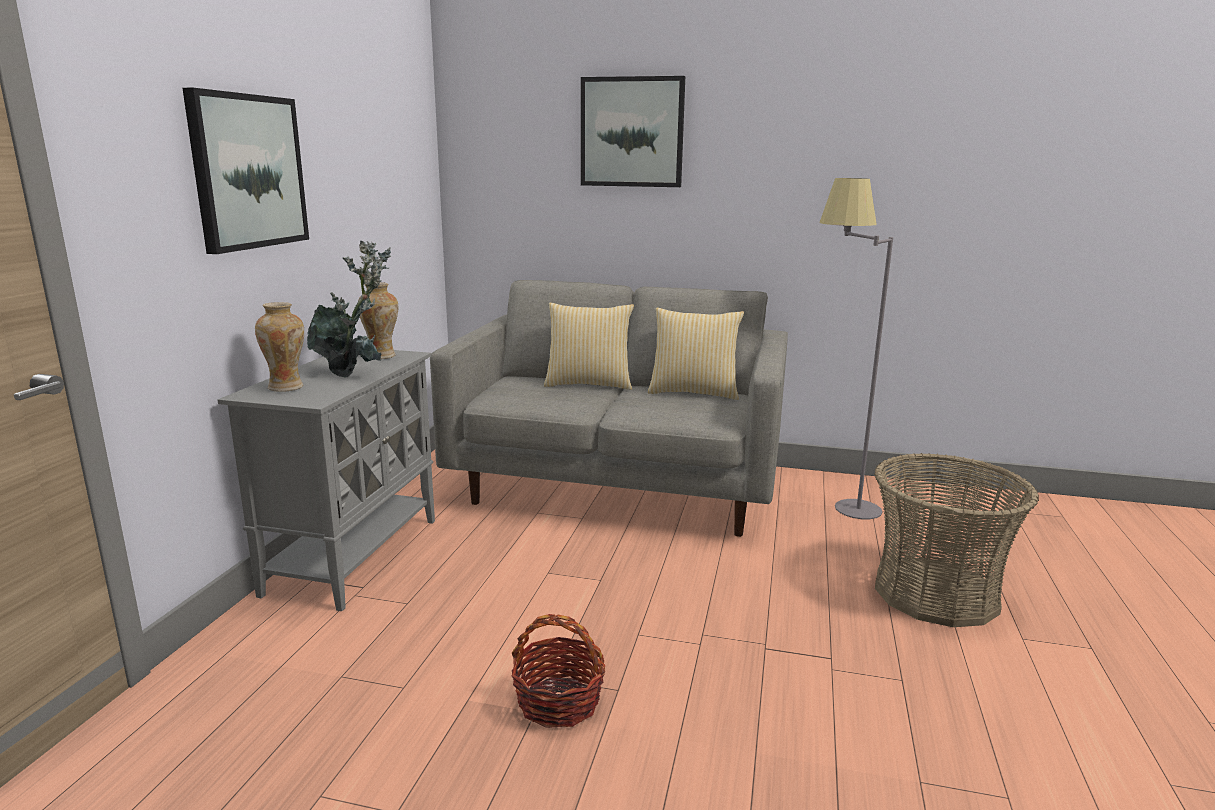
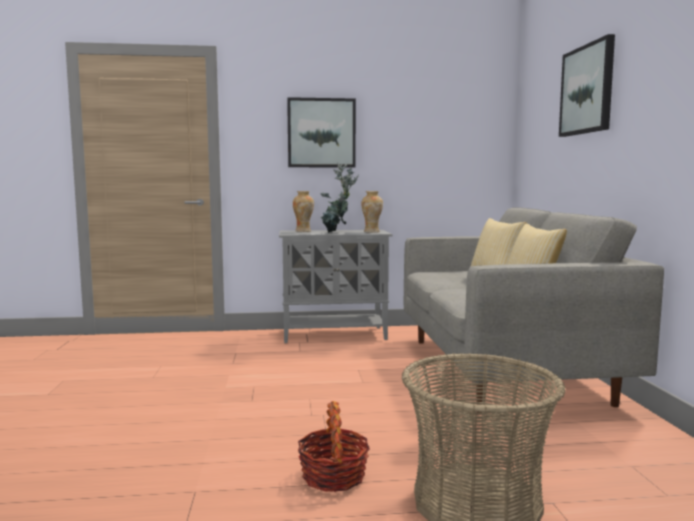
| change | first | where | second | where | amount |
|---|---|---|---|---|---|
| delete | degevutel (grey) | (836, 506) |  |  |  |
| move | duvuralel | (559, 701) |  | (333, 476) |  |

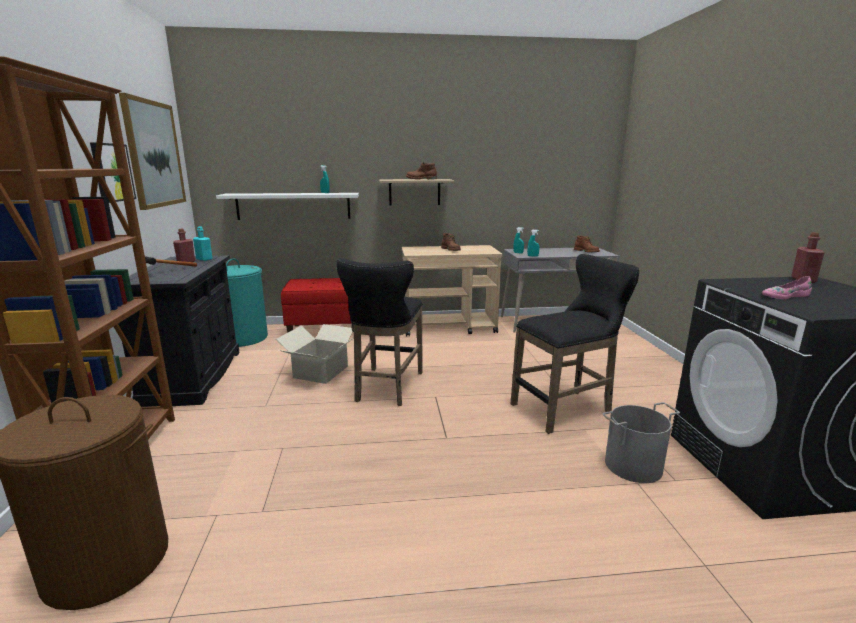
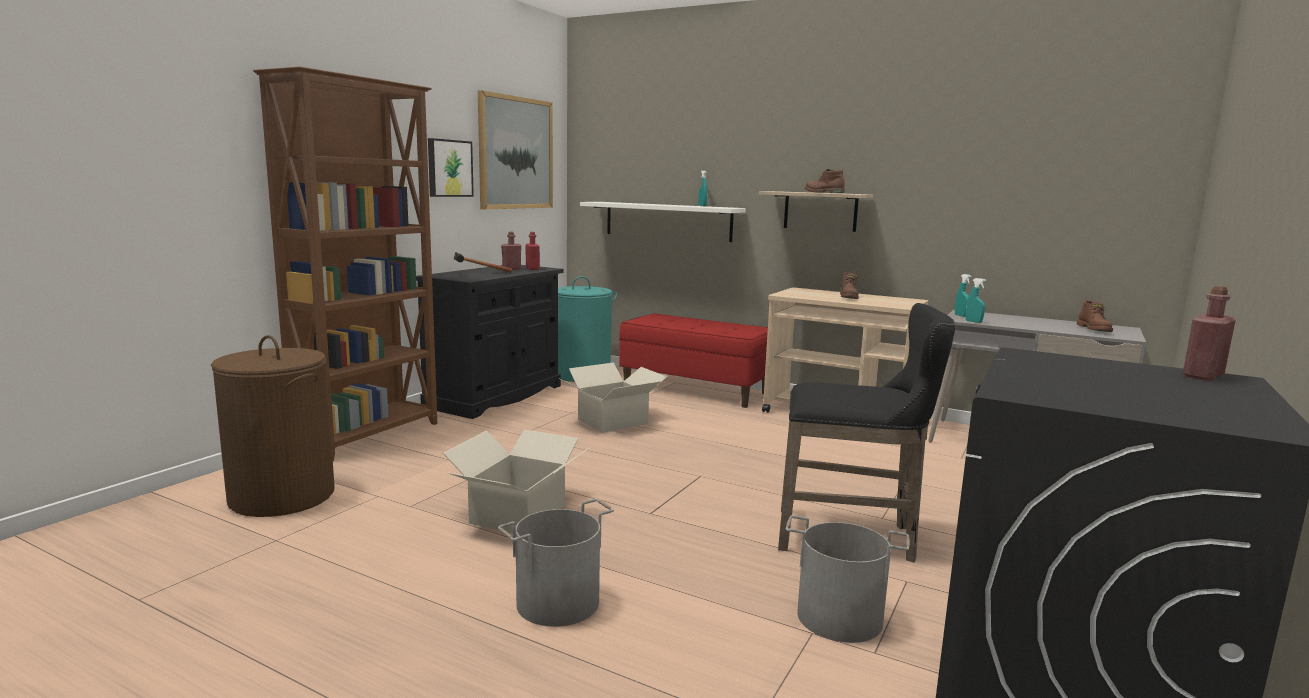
| change | first | where | second | where | amount |
|---|---|---|---|---|---|
| recolor | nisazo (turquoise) | (204, 259) | nisazo (red) | (532, 269) |  |
| delete | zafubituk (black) | (386, 388) |  |  |  |
| delete | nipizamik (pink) | (784, 296) |  |  |  |
| insert |  |  | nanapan | (519, 514) |  |
| insert |  |  | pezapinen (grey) | (557, 602) |  |

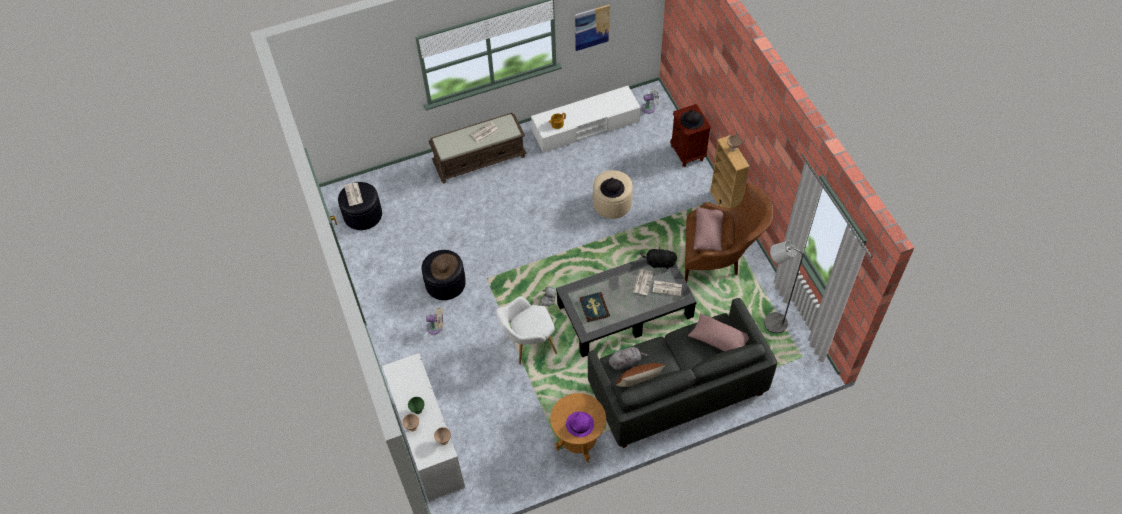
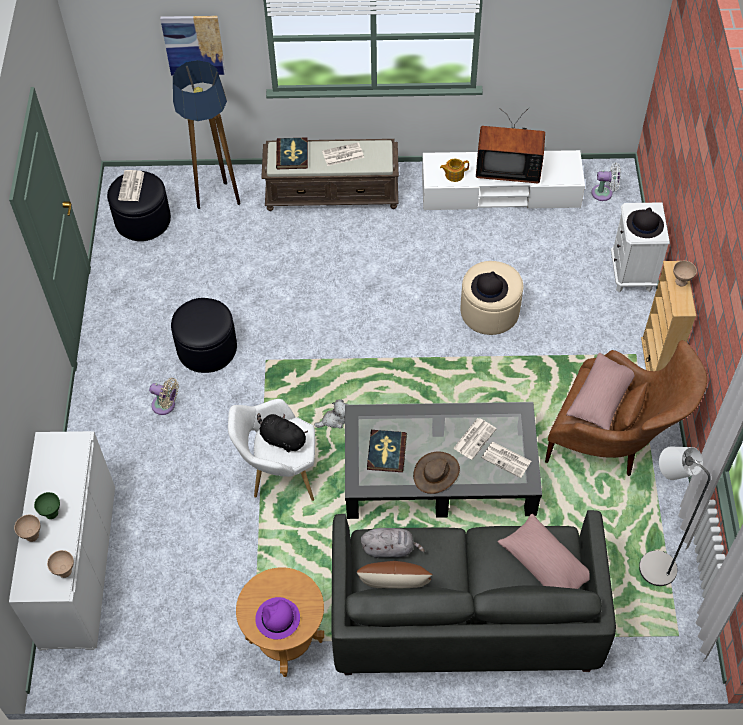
| change | first | where | second | where | amount |
|---|---|---|---|---|---|
| move | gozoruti | (592, 27) |  | (193, 45) |  |
| recolor | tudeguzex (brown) | (687, 153) | tudeguzex (white) | (631, 273) |  |
| move | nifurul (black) | (659, 263) |  | (281, 439) |  |
| move | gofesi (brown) | (444, 267) |  | (436, 473) |  |
| insert |  |  | degevutel | (217, 200) |  |
| insert |  |  | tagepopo | (507, 167) |  |
| insert |  |  | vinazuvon | (292, 155) |  |

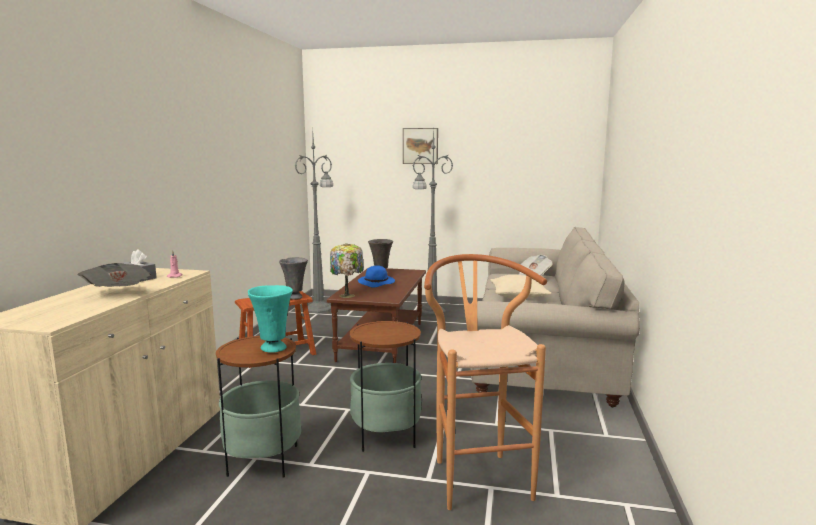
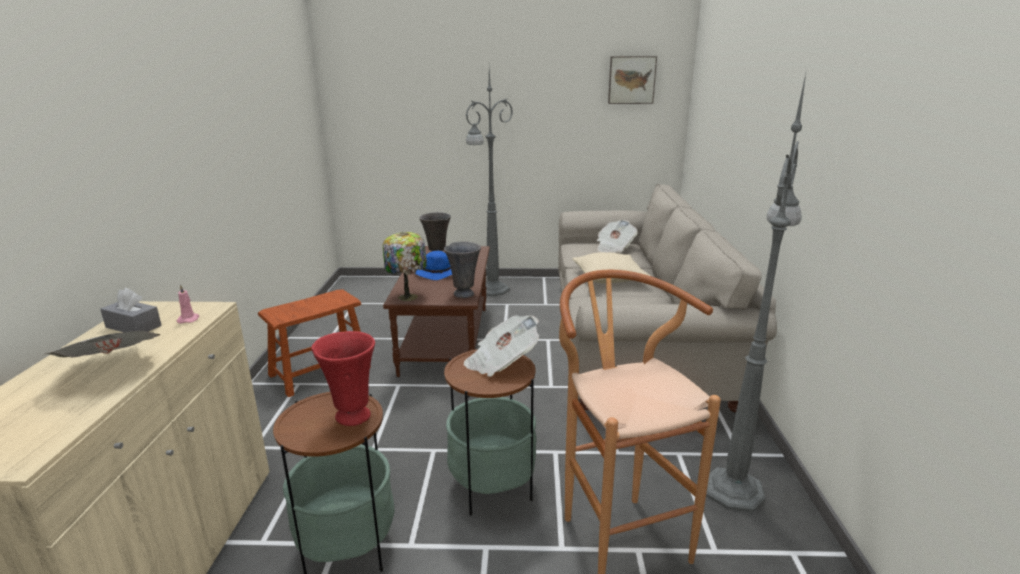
| change | first | where | second | where | amount |
|---|---|---|---|---|---|
| move | gozoruti | (420, 146) |  | (631, 80) |  |
| move | degevutel (grey) | (320, 308) |  | (734, 488) |  |
| move | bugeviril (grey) | (295, 297) |  | (464, 294) |  |
| recolor | bugeviril (turquoise) | (273, 348) | bugeviril (red) | (352, 416) |  |
| insert |  |  | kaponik | (501, 362) |  |

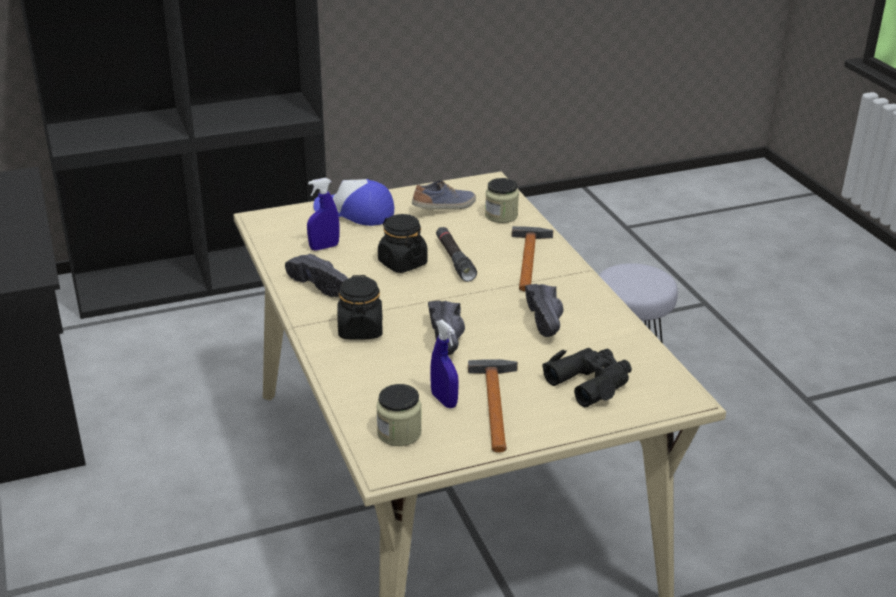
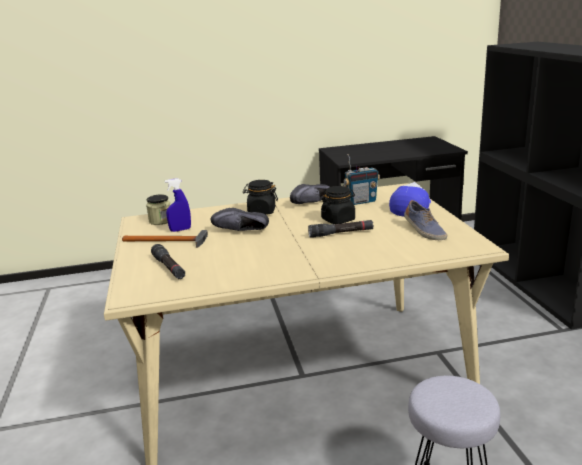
| change | first | where | second | where | amount |
|---|---|---|---|---|---|
| replace | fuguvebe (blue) | (324, 247) | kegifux | (361, 201) |  |
| delete | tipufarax | (501, 216) |  |  |  |
| delete | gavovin | (529, 258) |  |  |  |
| delete | nipizamik (black) | (549, 321) |  |  |  |
| replace | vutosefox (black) | (590, 382) | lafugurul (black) | (169, 267) |  |

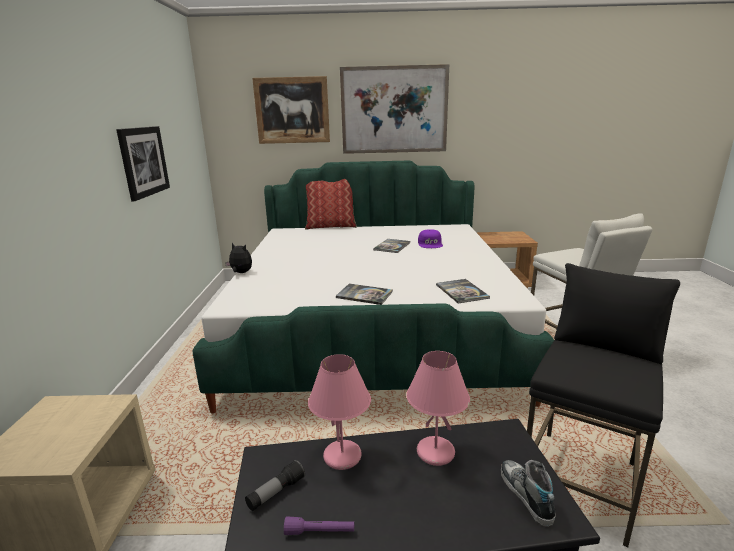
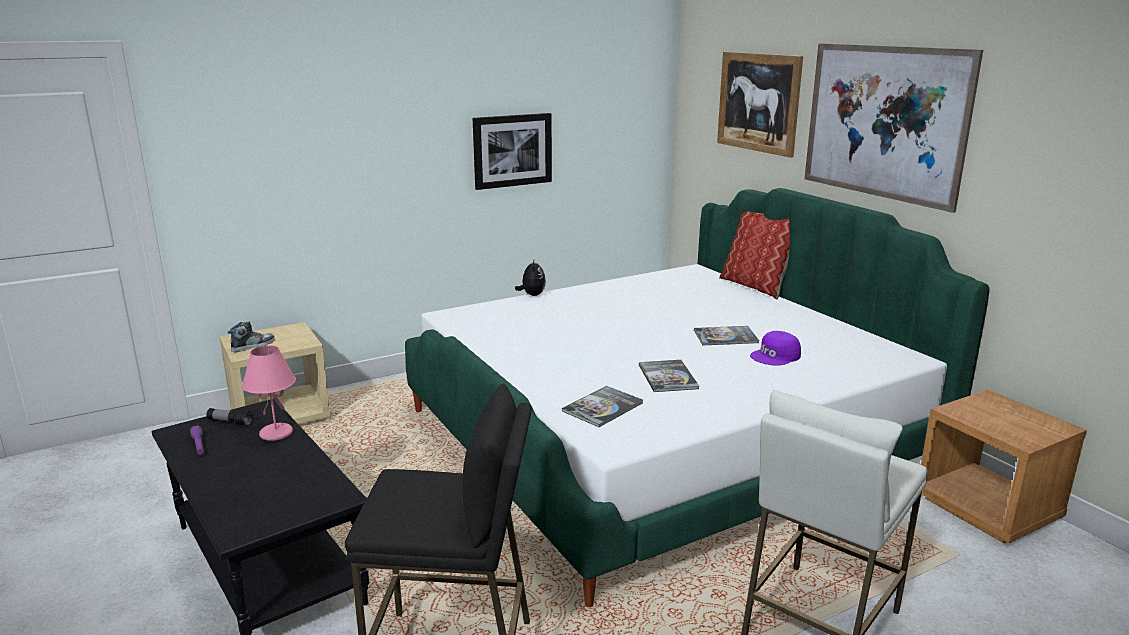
| change | first | where | second | where | amount |
|---|---|---|---|---|---|
| move | vinazuvon | (364, 295) |  | (668, 377) |  |
| delete | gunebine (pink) | (434, 453) |  |  |  |
| move | nipizamik | (525, 495) |  | (253, 346) |  |

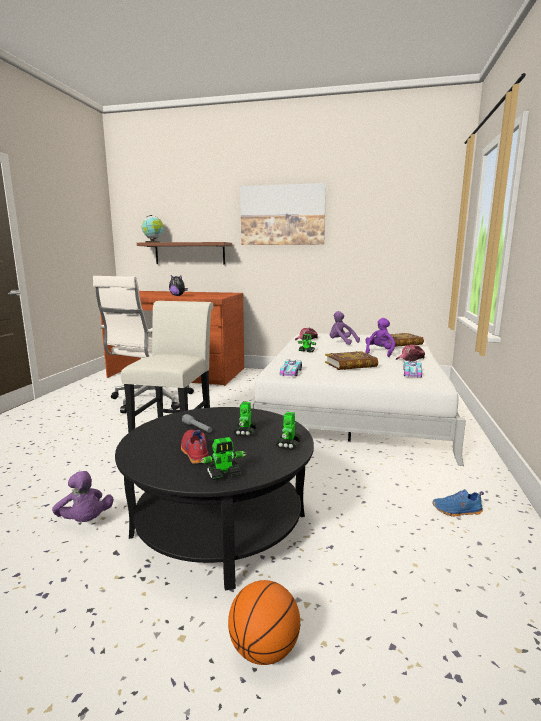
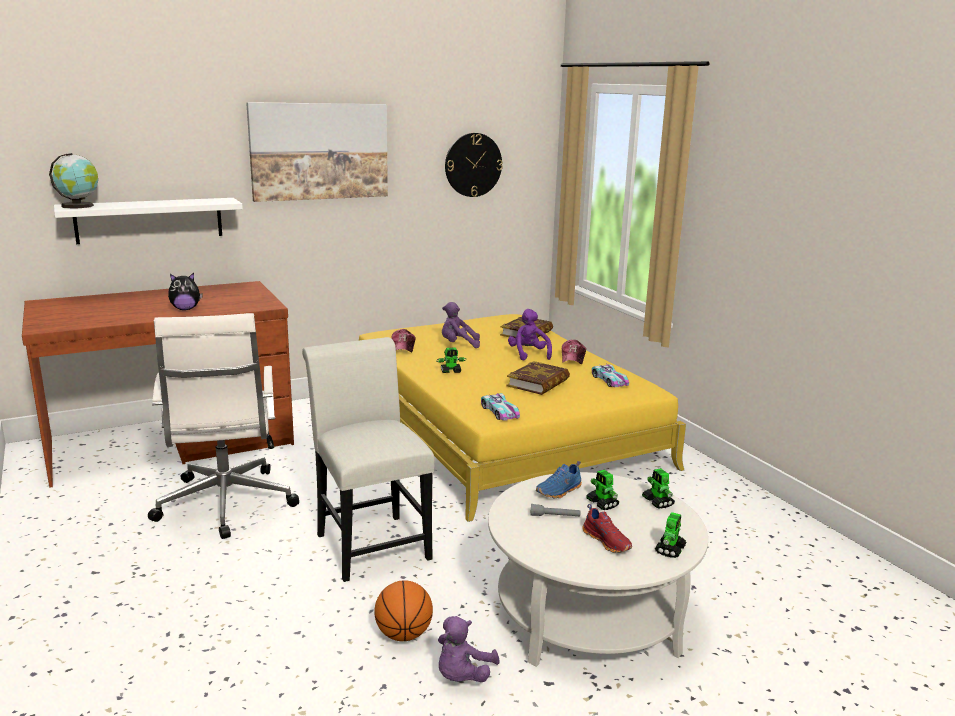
| change | first | where | second | where | amount |
|---|---|---|---|---|---|
| recolor | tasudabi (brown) | (189, 253) | tasudabi (white) | (149, 220) |  |
| recolor | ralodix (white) | (352, 405) | ralodix (yellow) | (500, 429) |  |
| recolor | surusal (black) | (220, 524) | surusal (white) | (589, 613) |  |
| rotate | nipizamik (red) | (194, 452) |  | (607, 541) | 150 degrees counterclockwise |
| rotate | nifurul (purple) | (85, 521) |  | (462, 676) | 105 degrees clockwise |
| move | nipizamik (blue) | (457, 511) |  | (559, 491) |  |
| move | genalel | (264, 649) |  | (403, 634) |  |
| insert |  |  | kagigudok | (473, 165) |  |

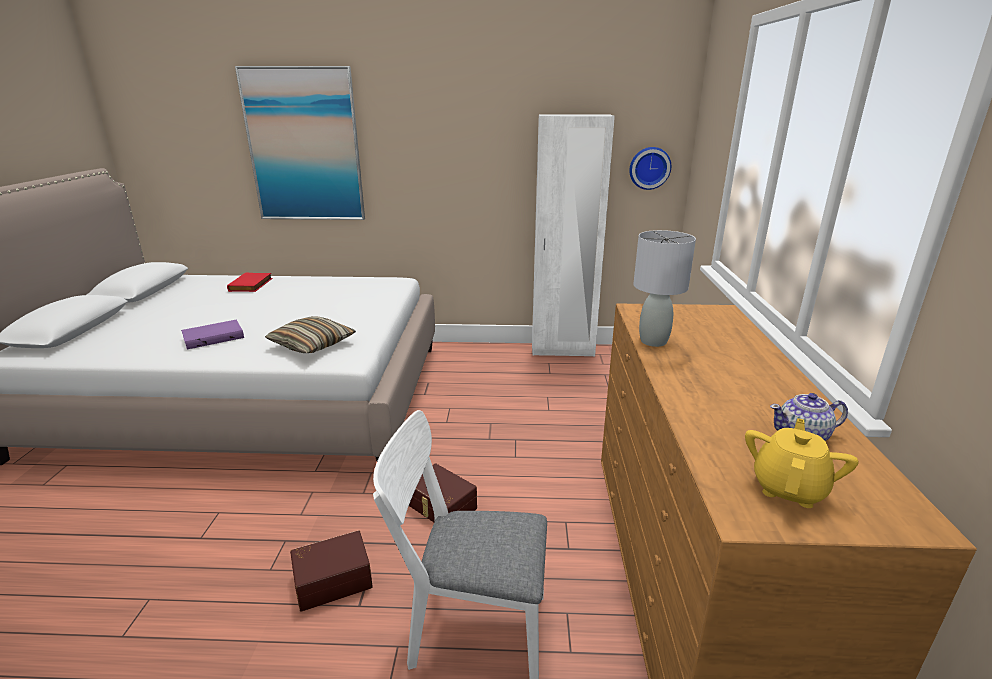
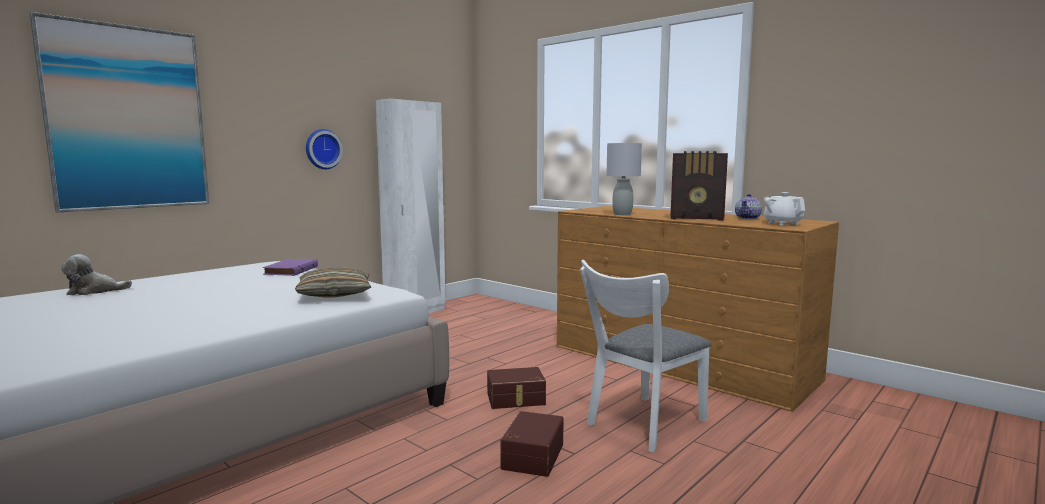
| change | first | where | second | where | amount |
|---|---|---|---|---|---|
| move | kagigudok | (649, 168) |  | (322, 149) |  |
| replace | vinazuvon (red) | (251, 285) | nifurul | (94, 291) |  |
| move | vinazuvon (purple) | (214, 337) |  | (290, 270) |  |
| recolor | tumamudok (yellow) | (788, 488) | tumamudok (white) | (782, 223) |  |
| insert |  |  | kegifux | (697, 218) |  |

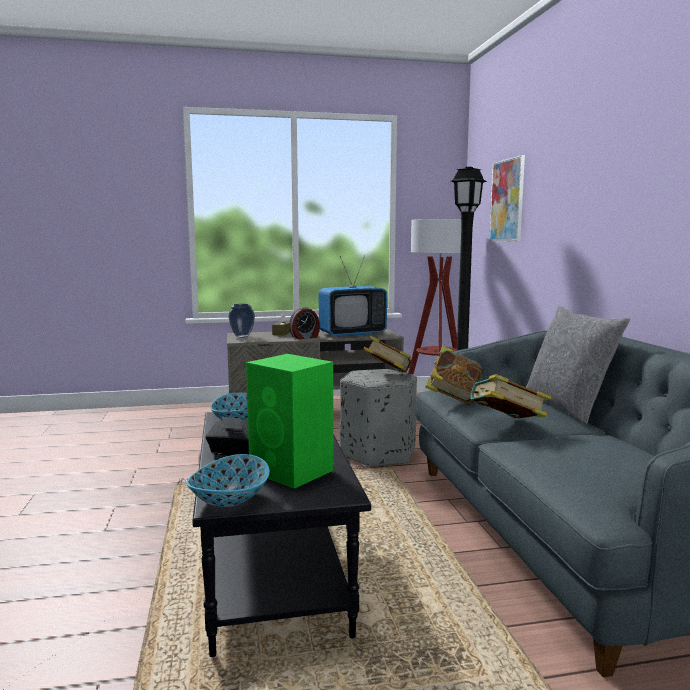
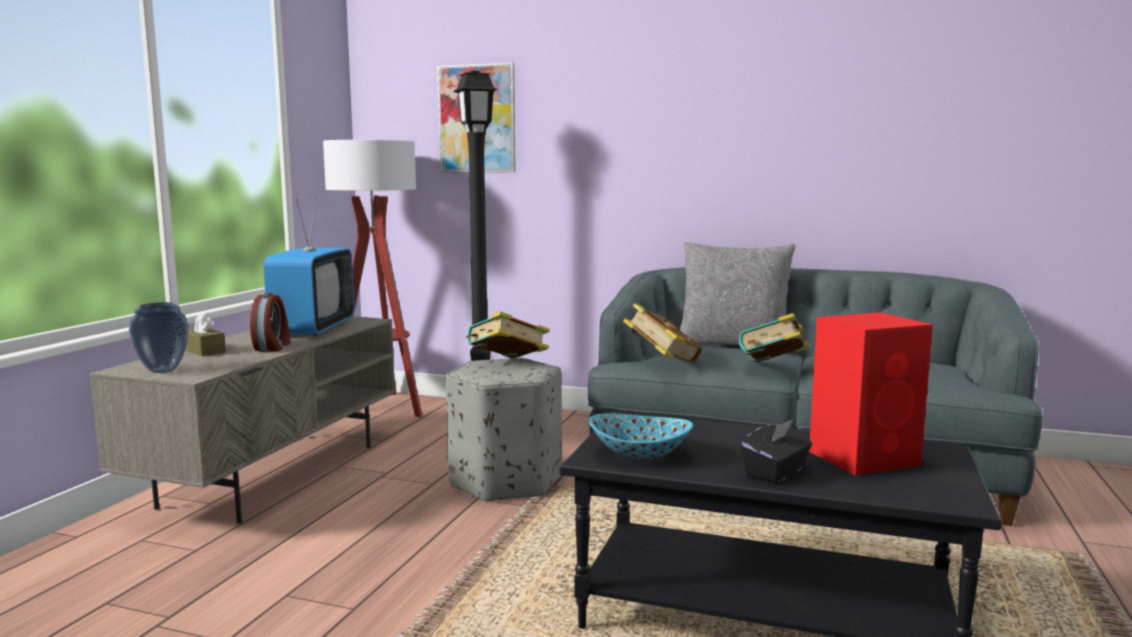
| change | first | where | second | where | amount |
|---|---|---|---|---|---|
| recolor | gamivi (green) | (293, 471) | gamivi (red) | (865, 457) |  |
| delete | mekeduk | (229, 500) |  |  |  |

